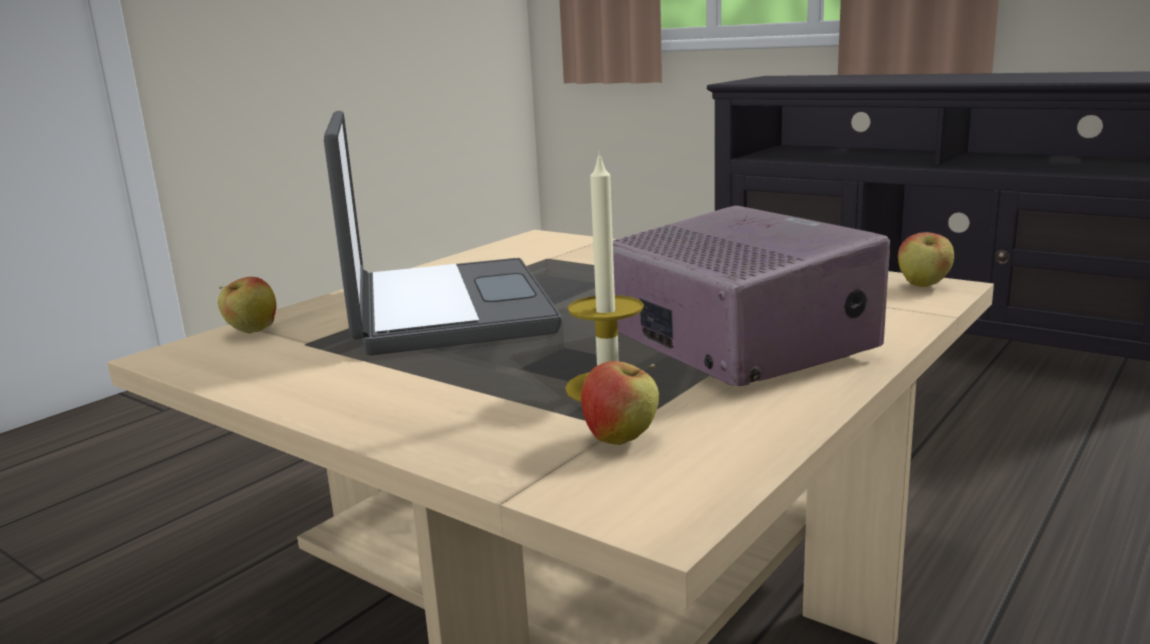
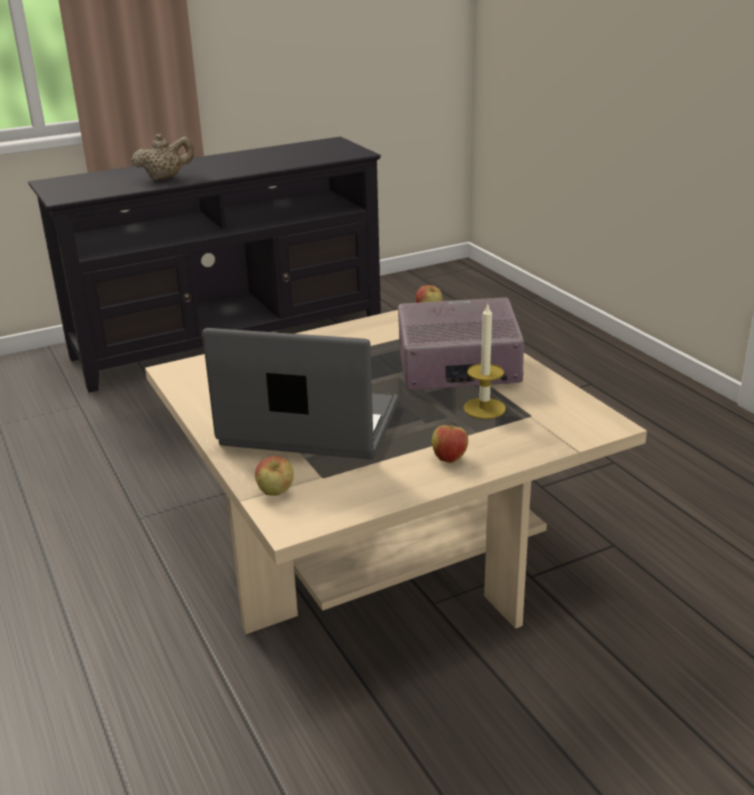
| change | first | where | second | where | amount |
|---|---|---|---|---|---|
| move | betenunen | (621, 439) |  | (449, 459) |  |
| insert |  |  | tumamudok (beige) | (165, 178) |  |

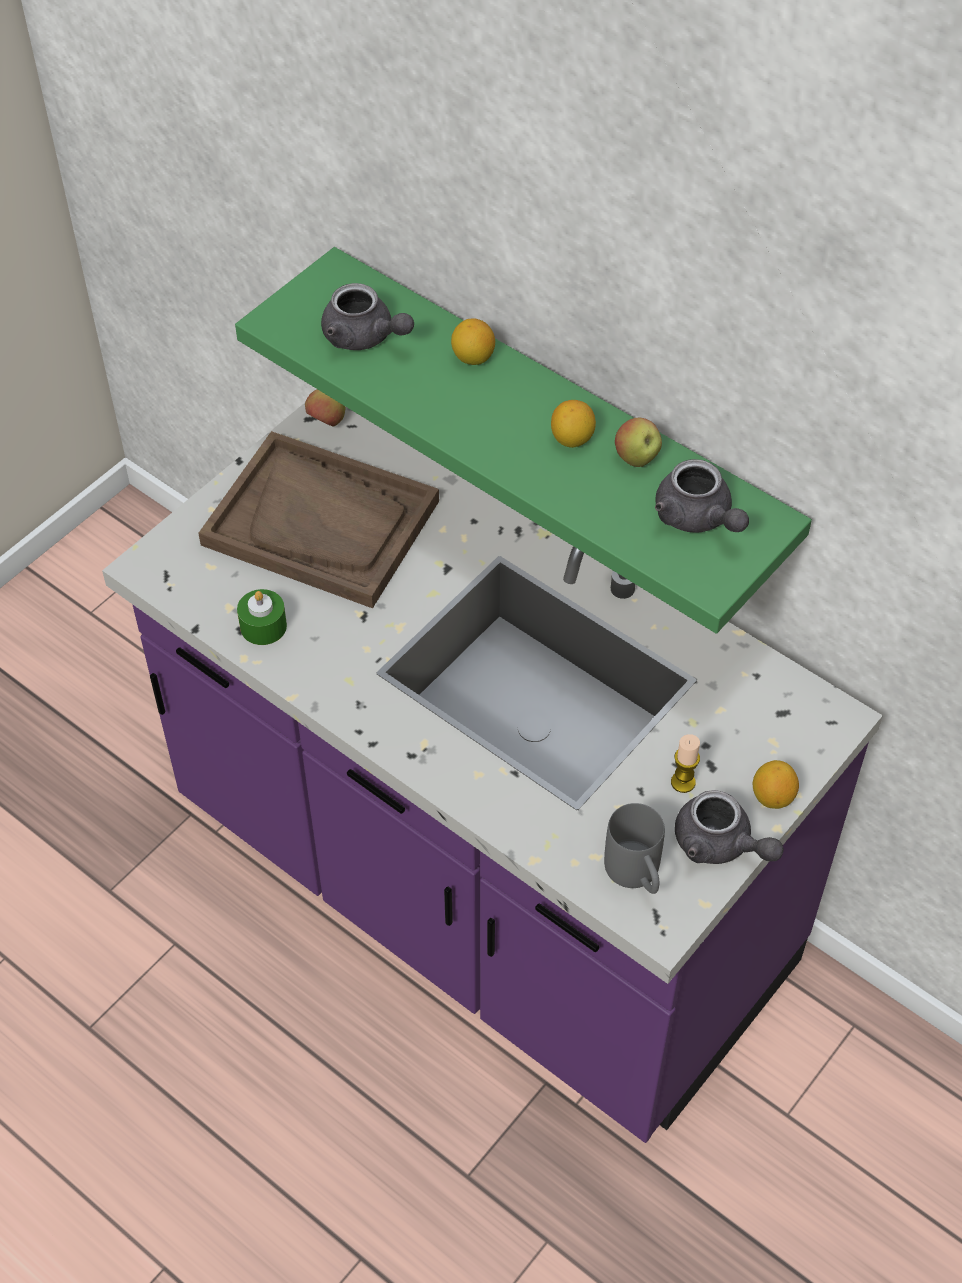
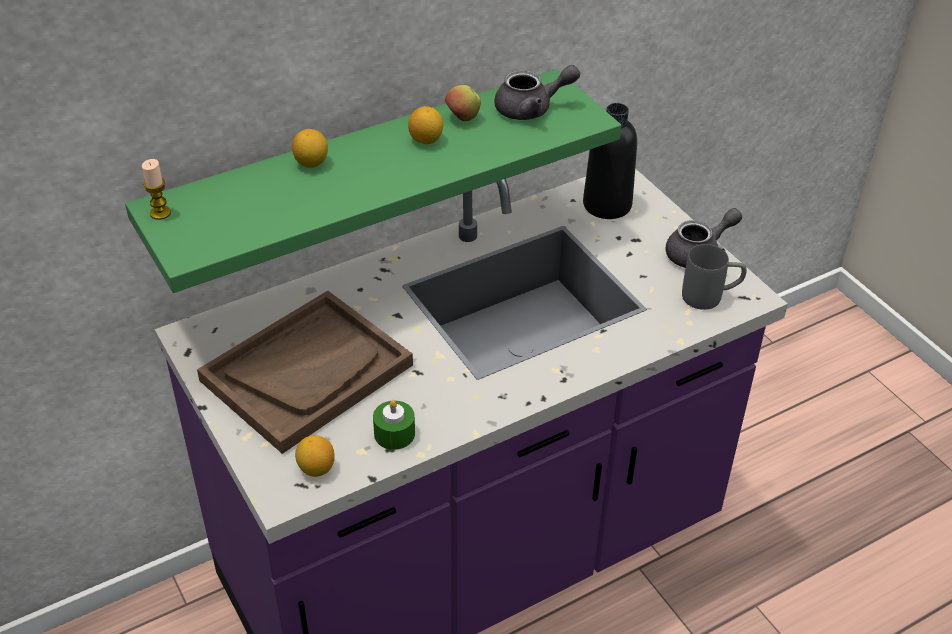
| change | first | where | second | where | amount |
|---|---|---|---|---|---|
| delete | tumamudok (grey) | (364, 337) |  |  |  |
| delete | betenunen | (327, 422) |  |  |  |
| move | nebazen | (683, 782) |  | (160, 213) |  |
| move | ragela | (772, 797) |  | (316, 469) |  |
| insert |  |  | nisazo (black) | (607, 205) |  |

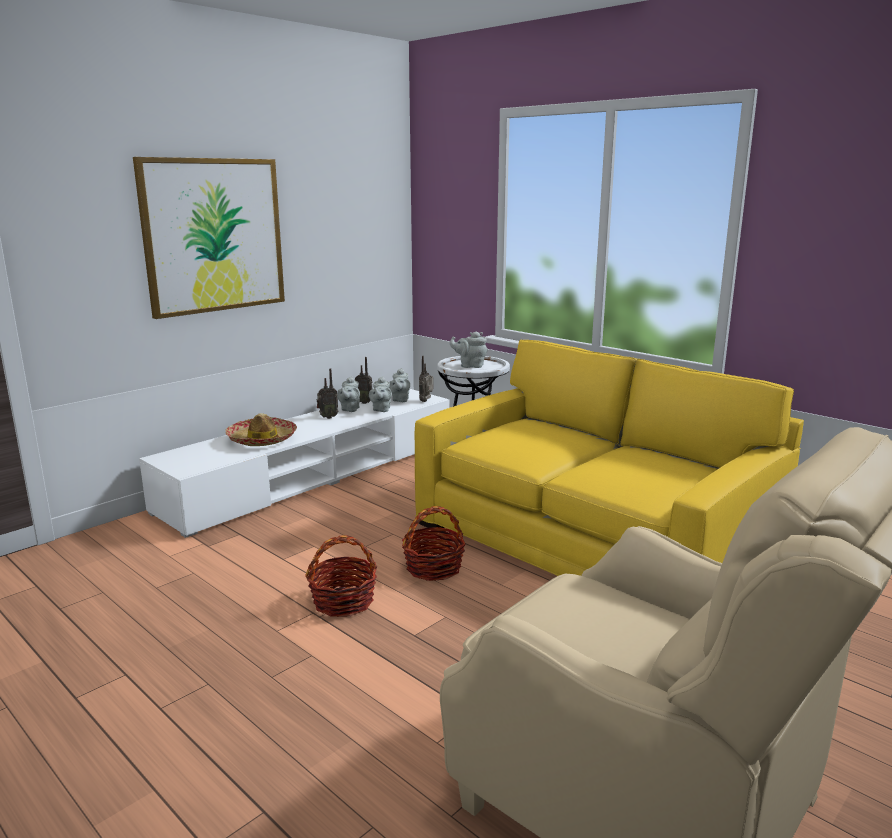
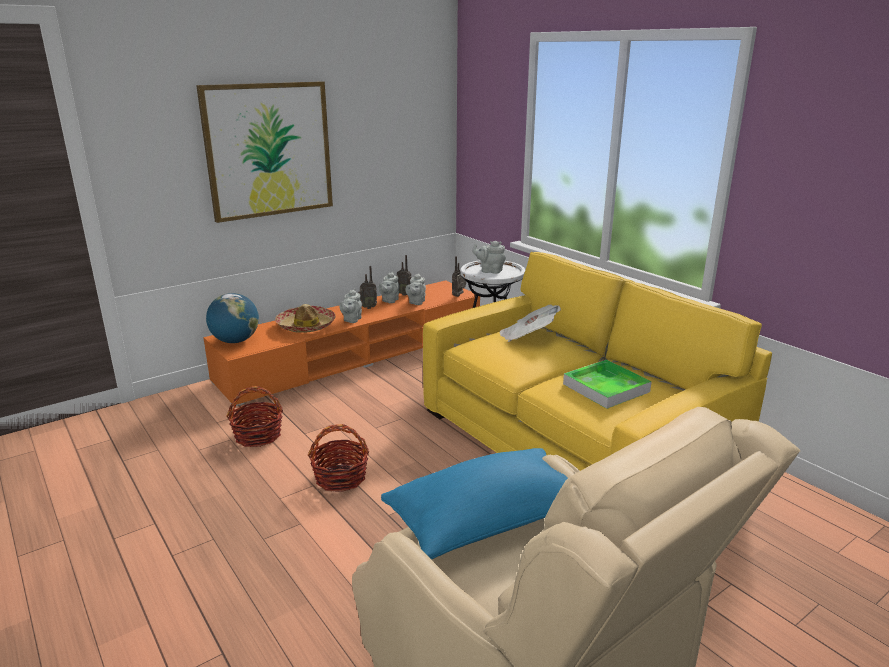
| change | first | where | second | where | amount |
|---|---|---|---|---|---|
| move | tumamudok (grey) | (400, 400) |  | (351, 320) |  |
| recolor | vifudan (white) | (316, 475) | vifudan (orange) | (355, 356) |  |
| move | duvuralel | (433, 568) |  | (258, 435) |  |
| insert |  |  | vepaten | (235, 341) |  |
| insert |  |  | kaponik | (527, 337) |  |
| insert |  |  | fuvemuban | (606, 388) |  |
| insert |  |  | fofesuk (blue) | (488, 522) |  |

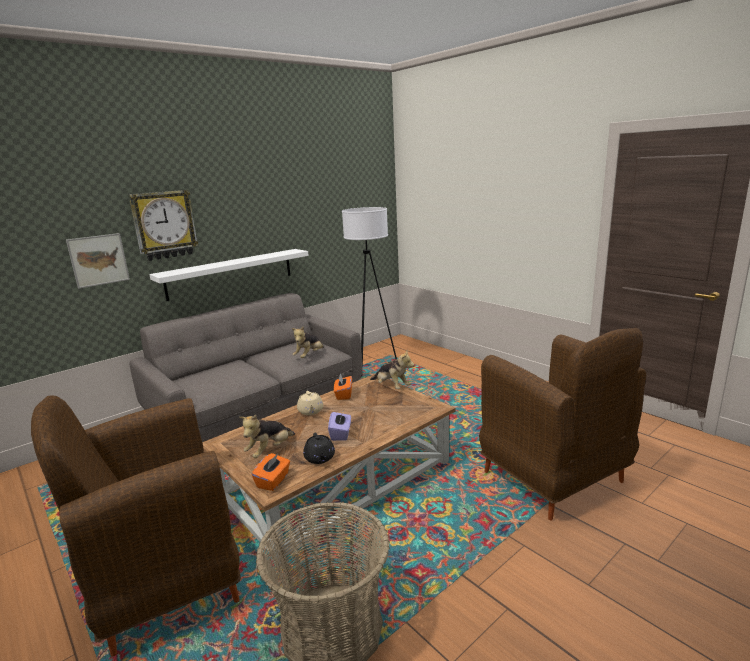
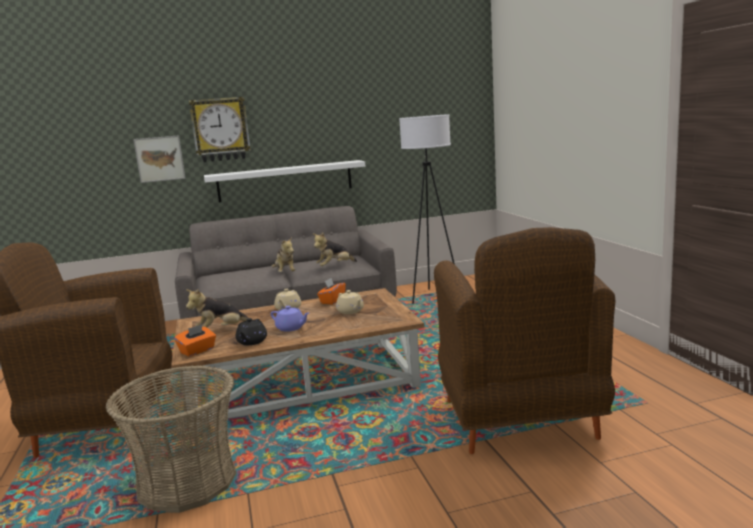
| change | first | where | second | where | amount |
|---|---|---|---|---|---|
| move | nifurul | (392, 386) |  | (285, 273) |  |
| replace | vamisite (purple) | (341, 434) | tumamudok (purple) | (291, 328) |  |
| insert |  |  | tumamudok (beige) | (350, 311) |  |

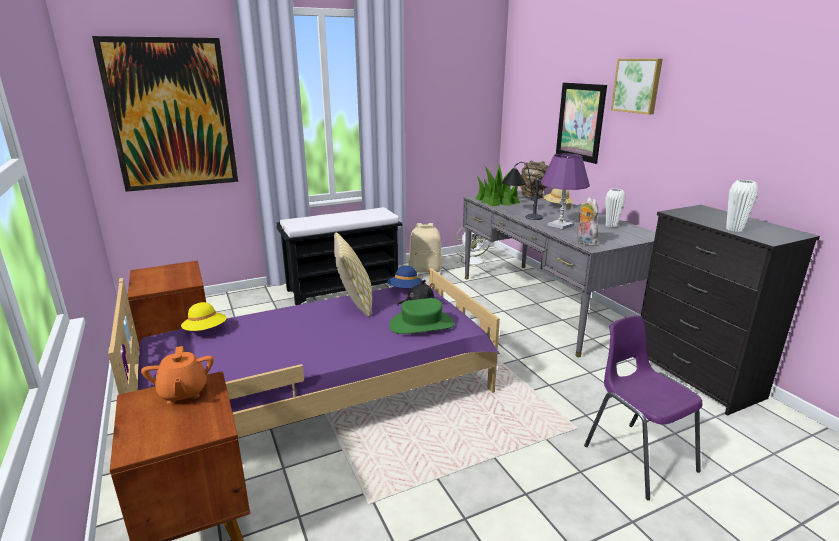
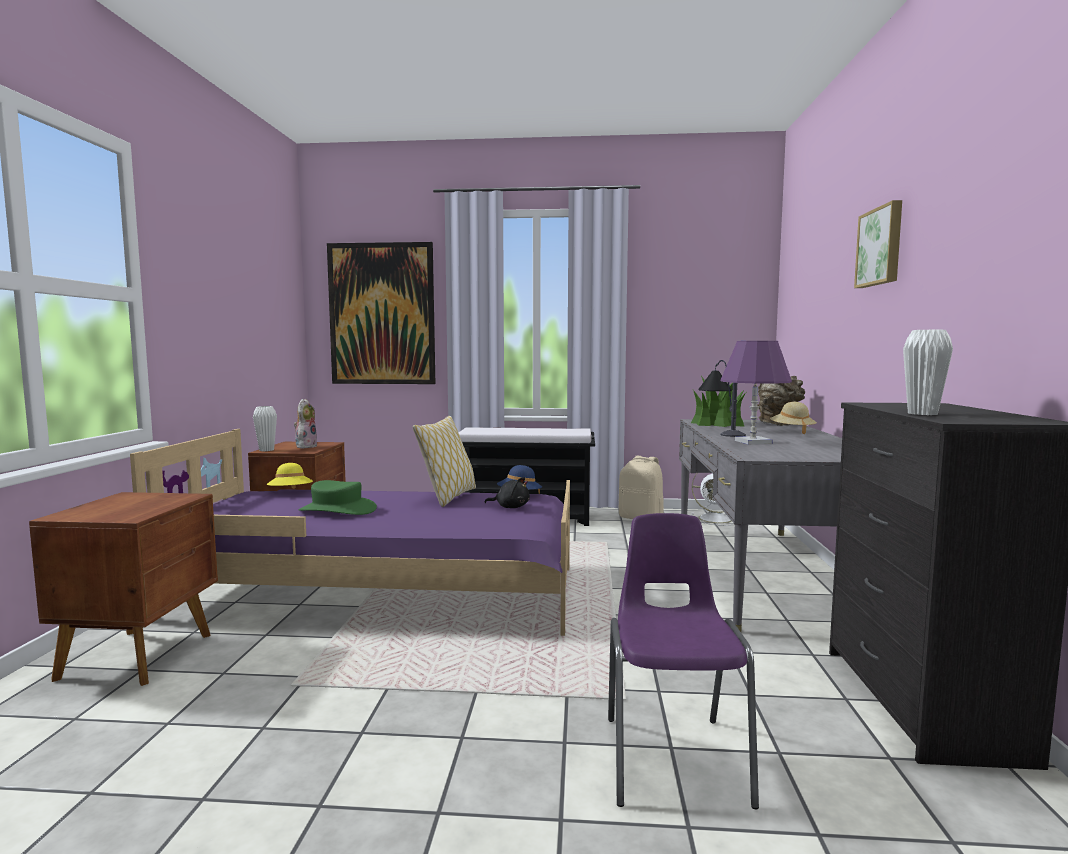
| change | first | where | second | where | amount |
|---|---|---|---|---|---|
| delete | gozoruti | (580, 122) |  |  |  |
| move | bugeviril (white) | (611, 225) |  | (266, 450) |  |
| move | nifurul | (584, 242) |  | (305, 446) |  |
| move | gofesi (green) | (421, 324) |  | (337, 510) |  |
| delete | tumamudok (orange) | (183, 392) |  |  |  |

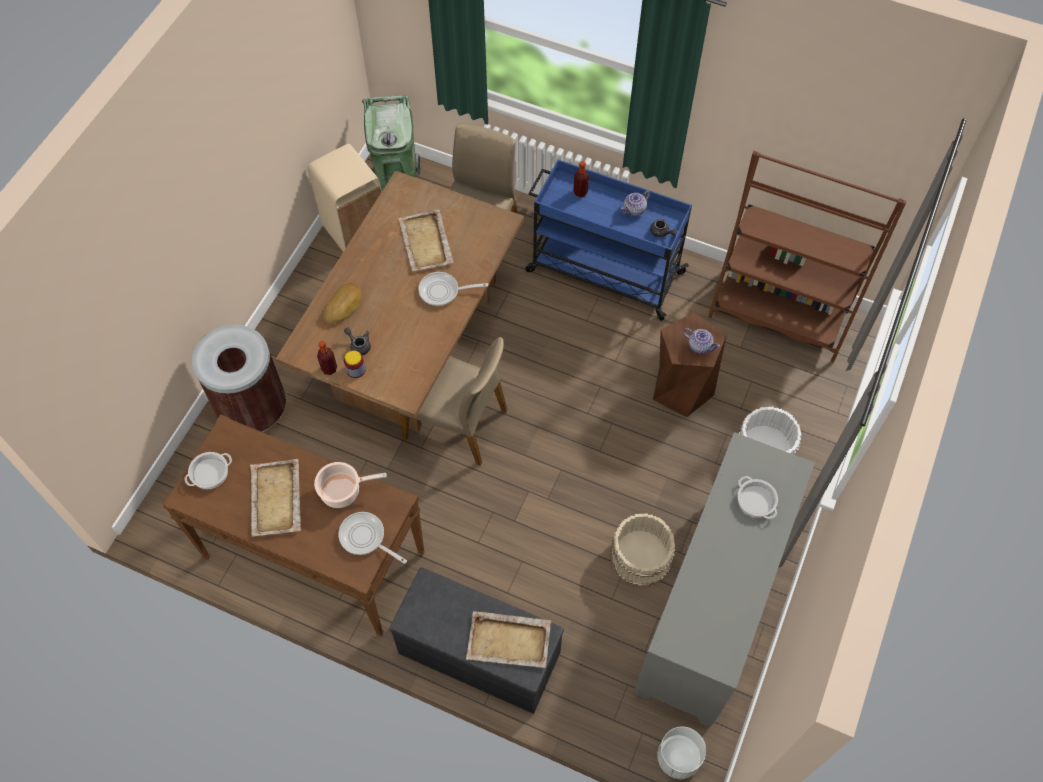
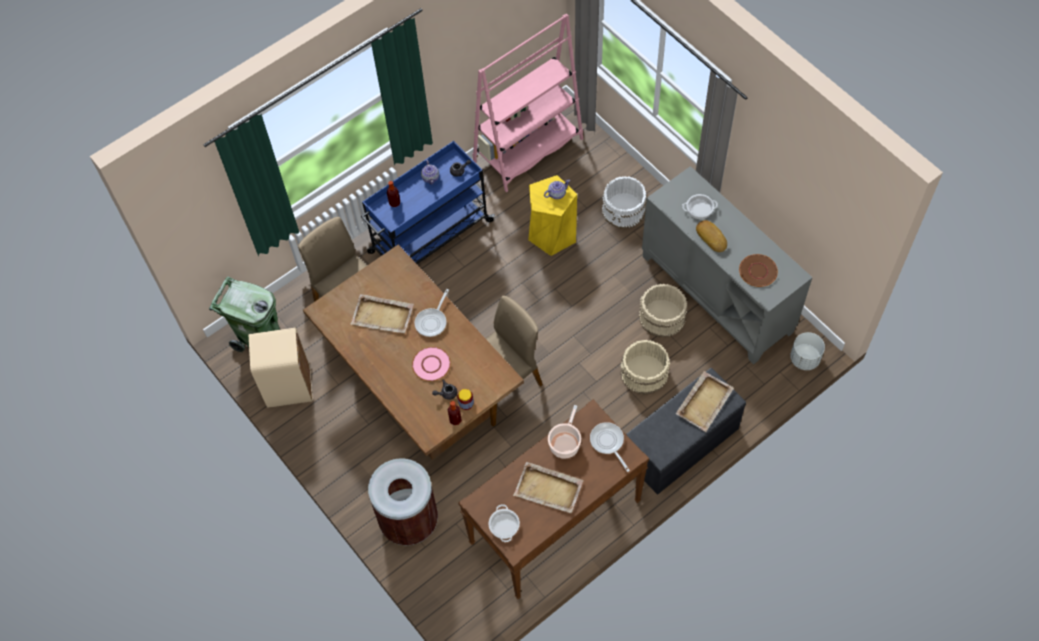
| change | first | where | second | where | amount |
|---|---|---|---|---|---|
| recolor | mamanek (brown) | (778, 314) | mamanek (pink) | (528, 150) |  |
| move | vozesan | (343, 306) |  | (712, 237) |  |
| recolor | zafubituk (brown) | (681, 388) | zafubituk (yellow) | (552, 234) |  |
| rotate | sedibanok | (365, 538) |  | (608, 443) | 90 degrees clockwise |
| insert |  |  | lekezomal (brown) | (758, 271) |  |
| insert |  |  | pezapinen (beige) | (644, 374) |  |
| insert |  |  | lekezomal (pink) | (431, 364) |  |

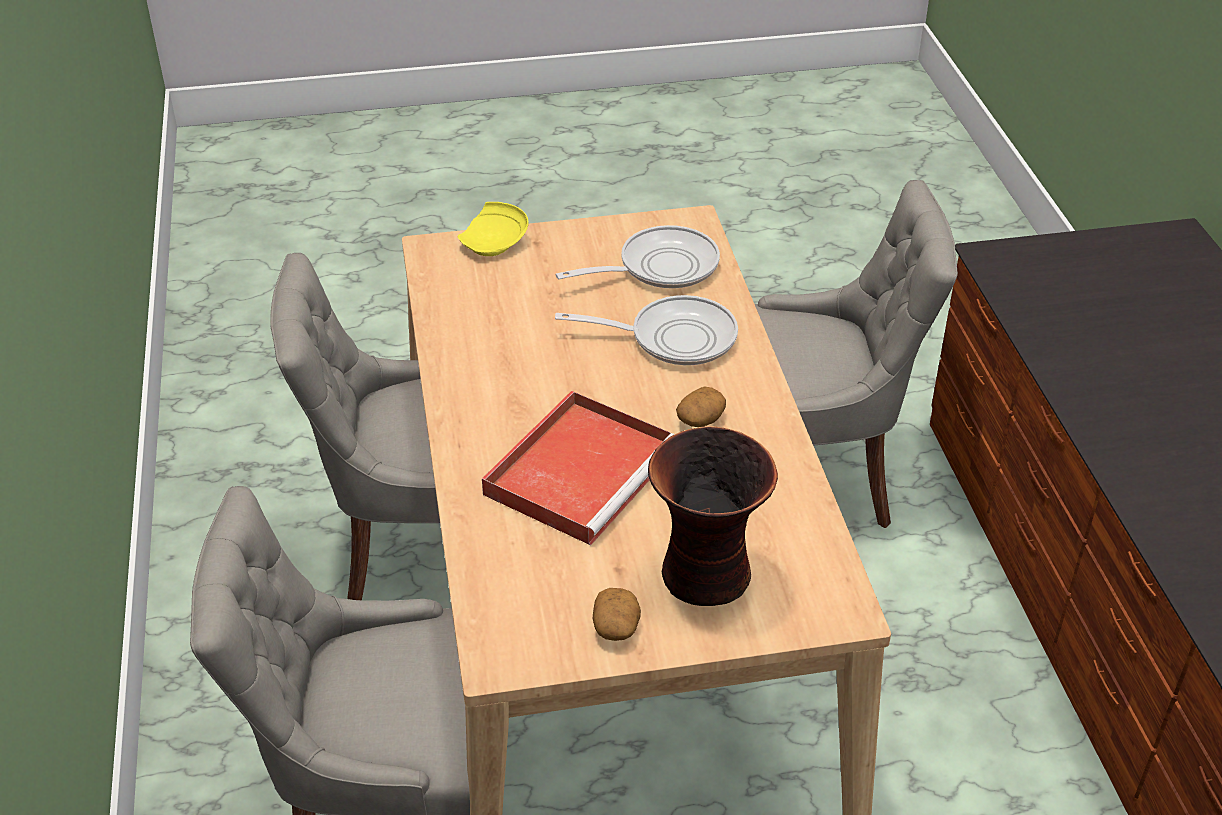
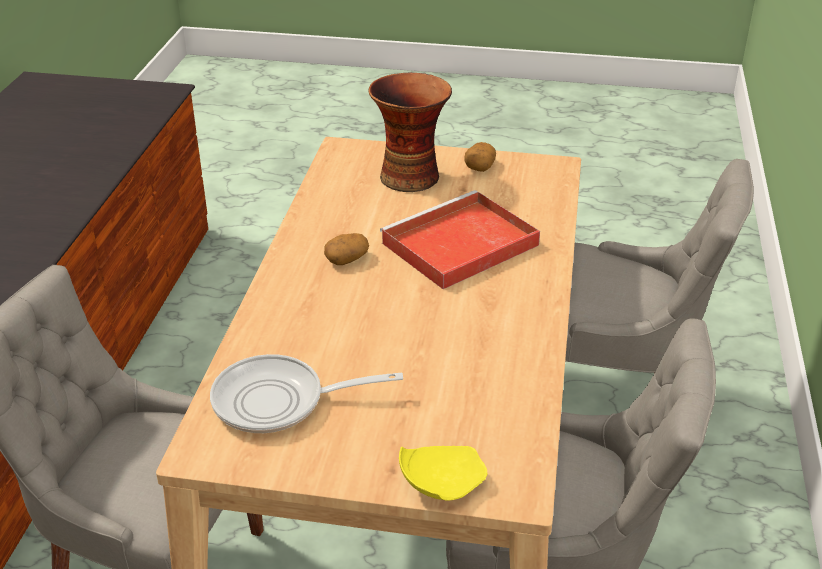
| change | first | where | second | where | amount |
|---|---|---|---|---|---|
| delete | sedibanok | (673, 338) |  |  |  |

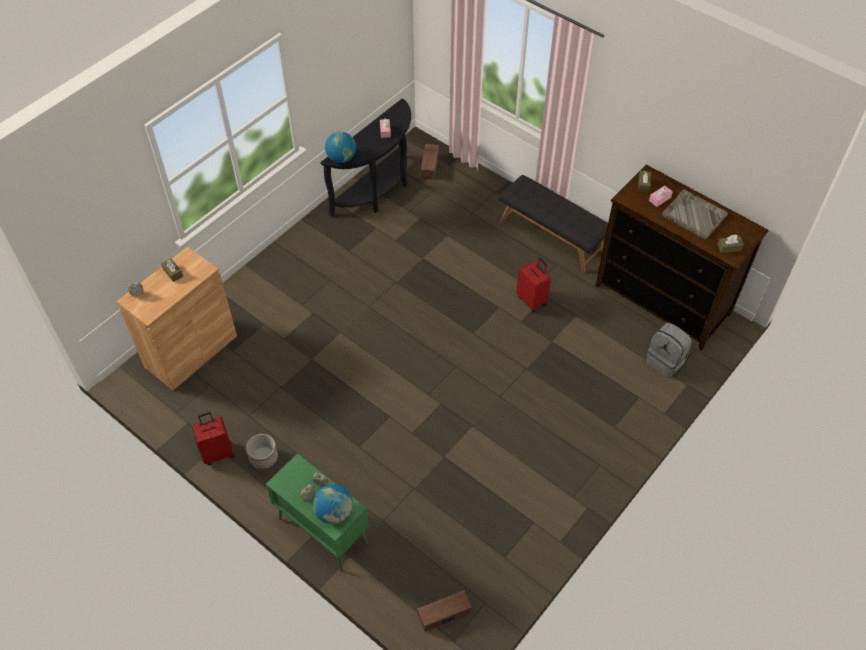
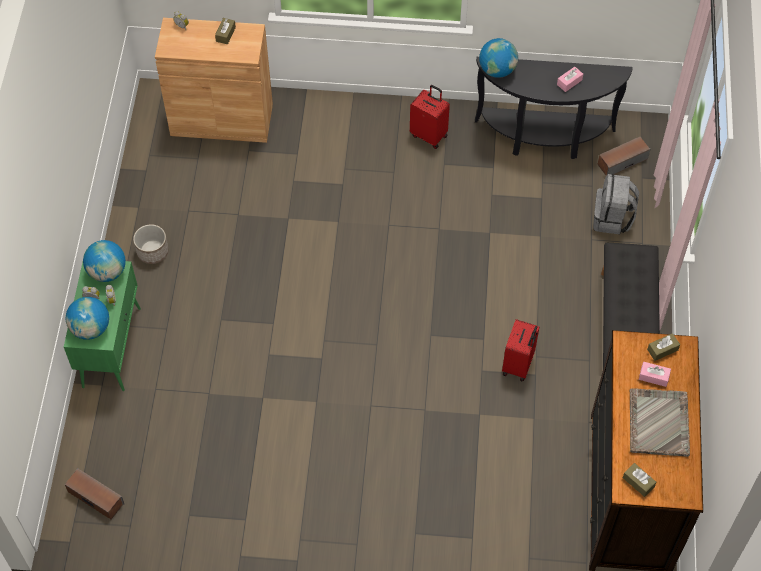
| change | first | where | second | where | amount |
|---|---|---|---|---|---|
| move | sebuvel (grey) | (666, 361) |  | (612, 219) |  |
| move | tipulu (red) | (218, 453) |  | (429, 135) |  |
| insert |  |  | vepaten | (107, 272) |  |

